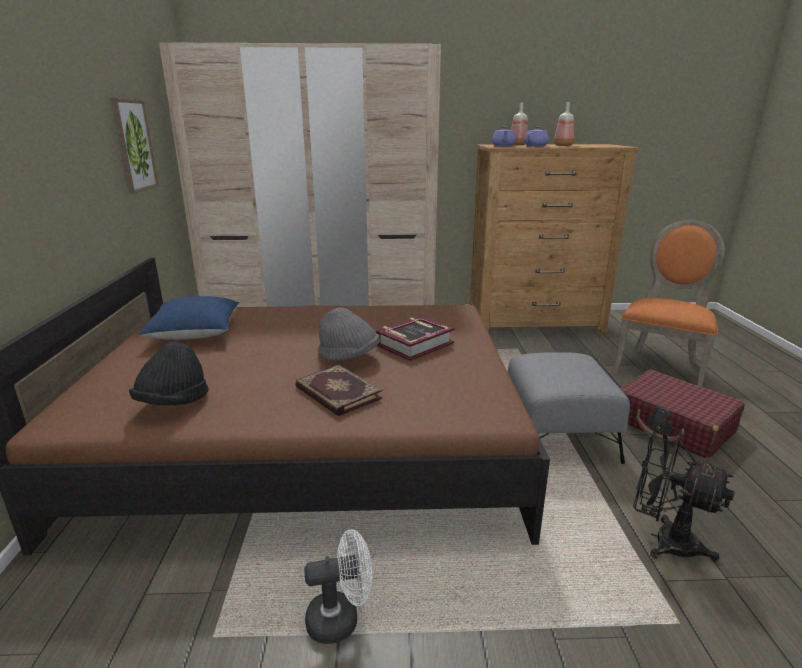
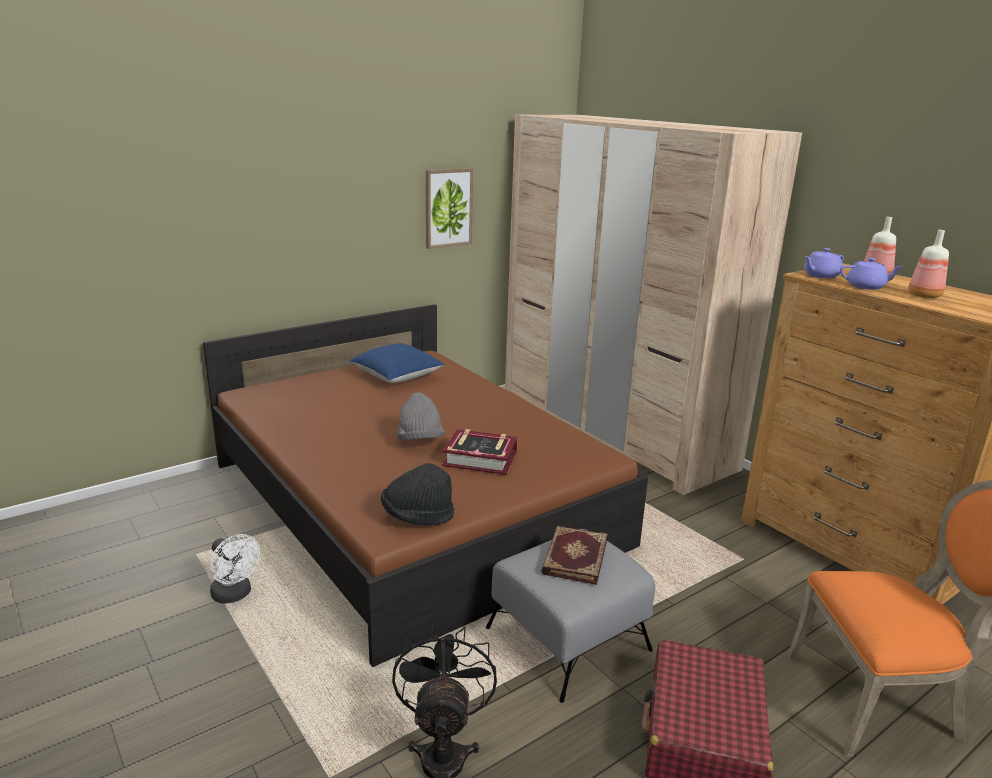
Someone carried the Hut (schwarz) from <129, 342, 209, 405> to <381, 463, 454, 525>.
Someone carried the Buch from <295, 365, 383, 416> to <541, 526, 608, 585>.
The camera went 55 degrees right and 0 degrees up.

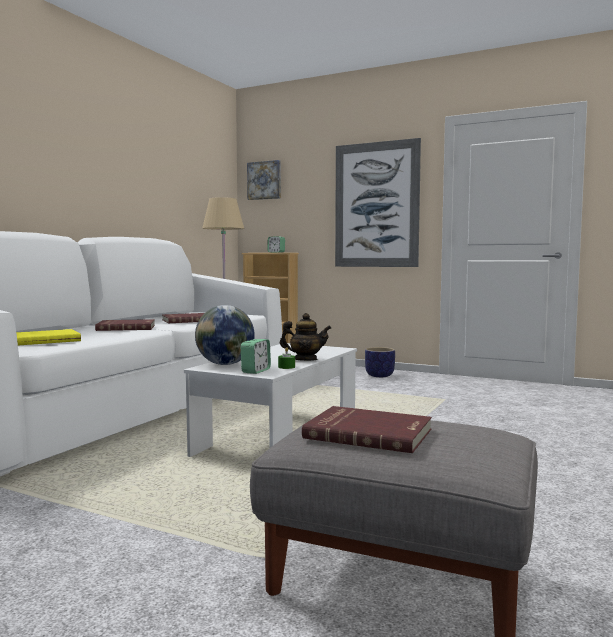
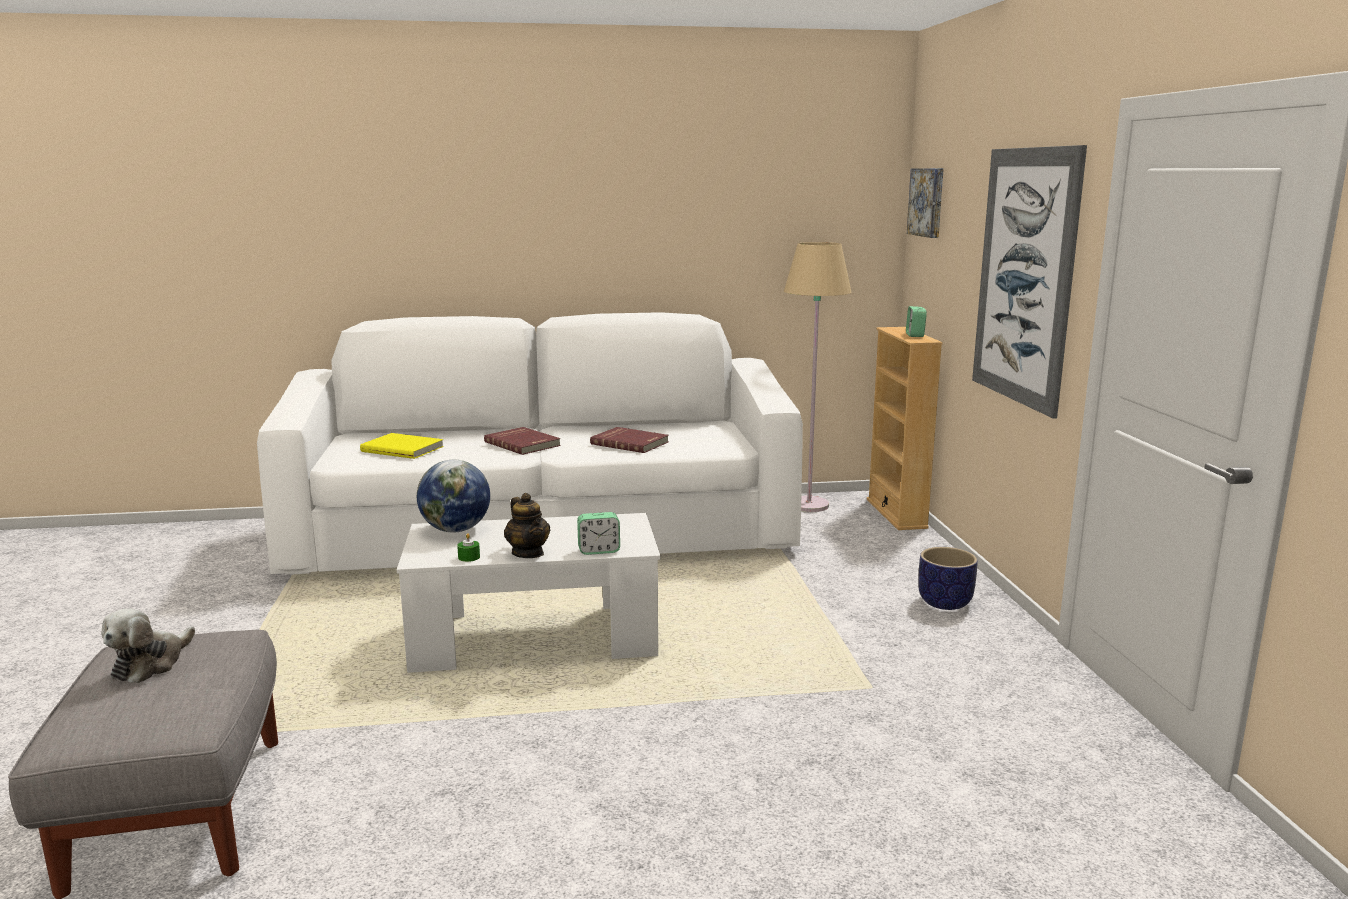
Someone carried the Wecker from <241, 339, 271, 374> to <577, 512, 620, 555>.
Someone swapped the Buch (rot) at <302, 406, 432, 453> for the Plüschtier at <101, 608, 195, 683>.
The camera went 55 degrees right and 10 degrees up.

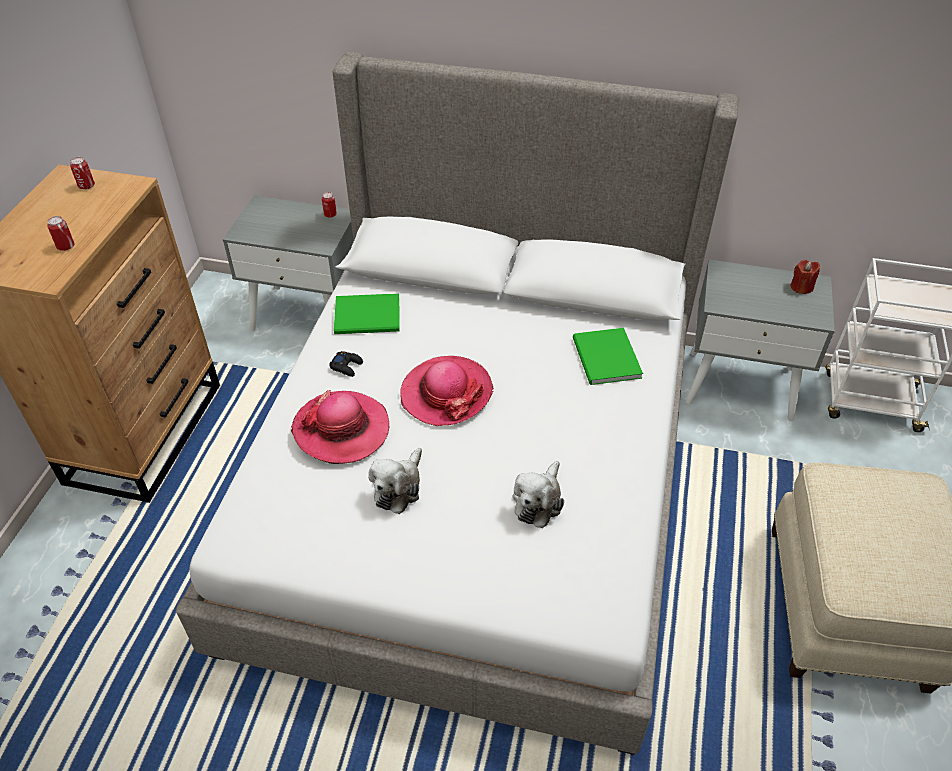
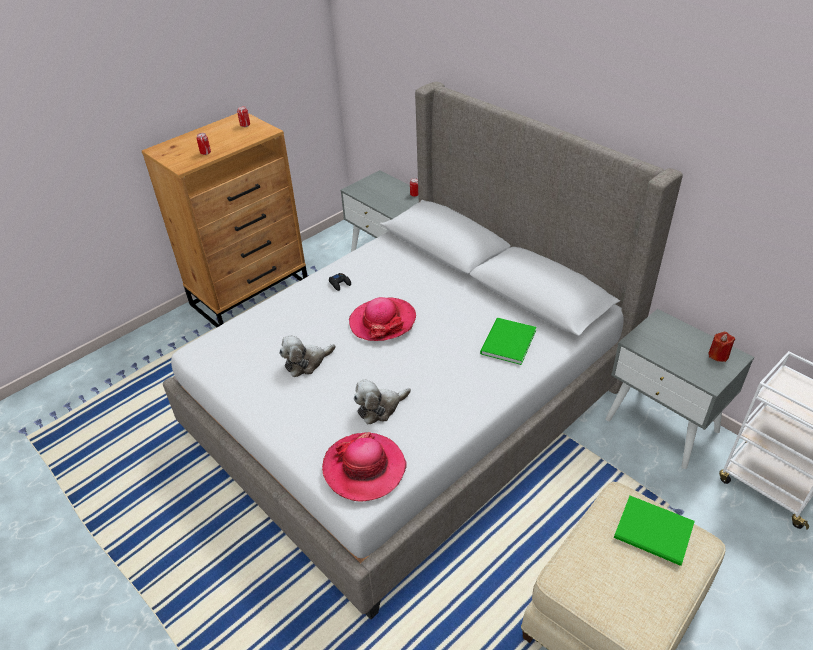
Someone carried the Buch (grün) from <334, 293, 400, 334> to <614, 496, 695, 566>.
Someone carried the Hut from <291, 390, 389, 464> to <322, 432, 407, 501>.
The camera went 35 degrees right and 5 degrees down.

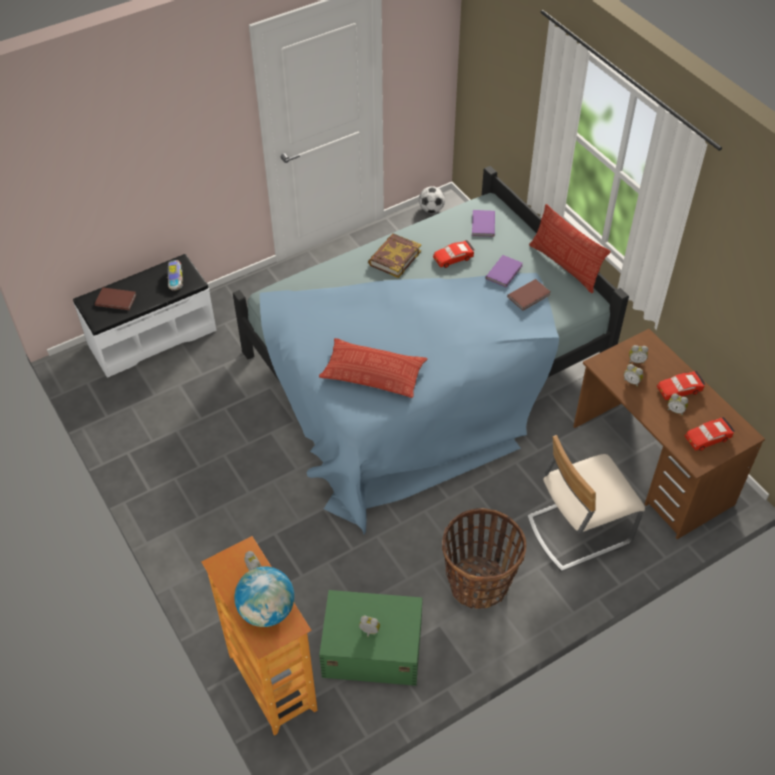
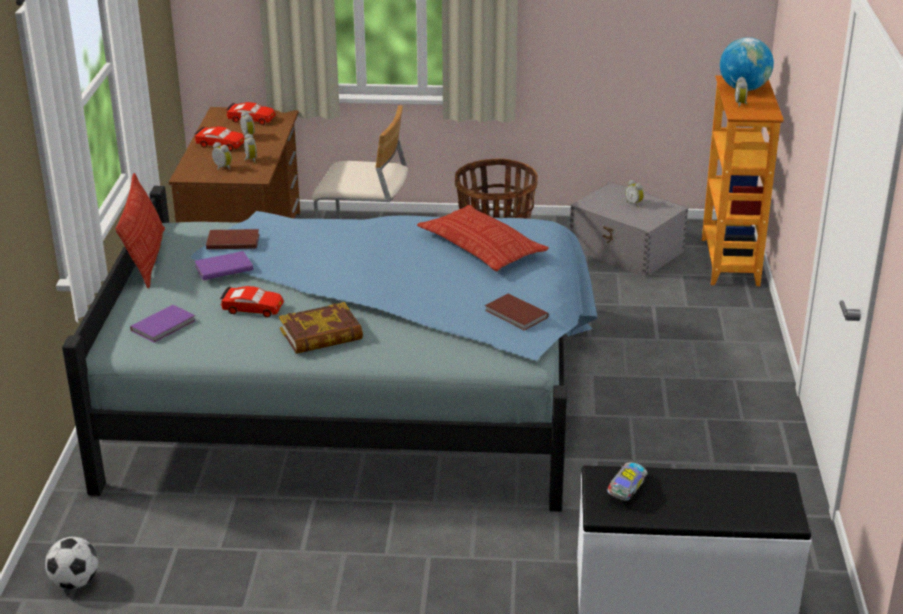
Someone carried the Buch (braun) from <95, 287, 137, 310> to <485, 294, 549, 331>.
Someone repainted the Aufbewahrungsbox (grün) at <319, 590, 423, 686>, which became the Aufbewahrungsbox (grau) at <570, 182, 688, 277>.
The camera went 145 degrees left and 20 degrees down.

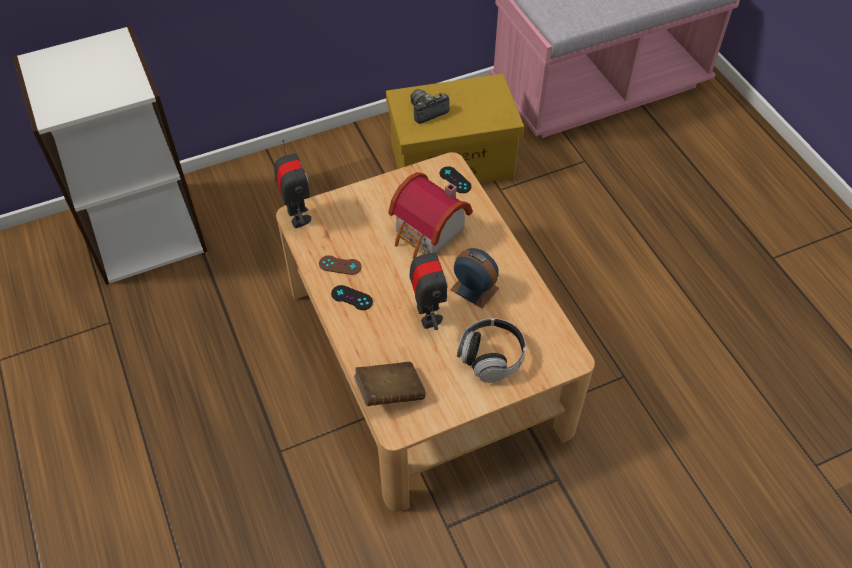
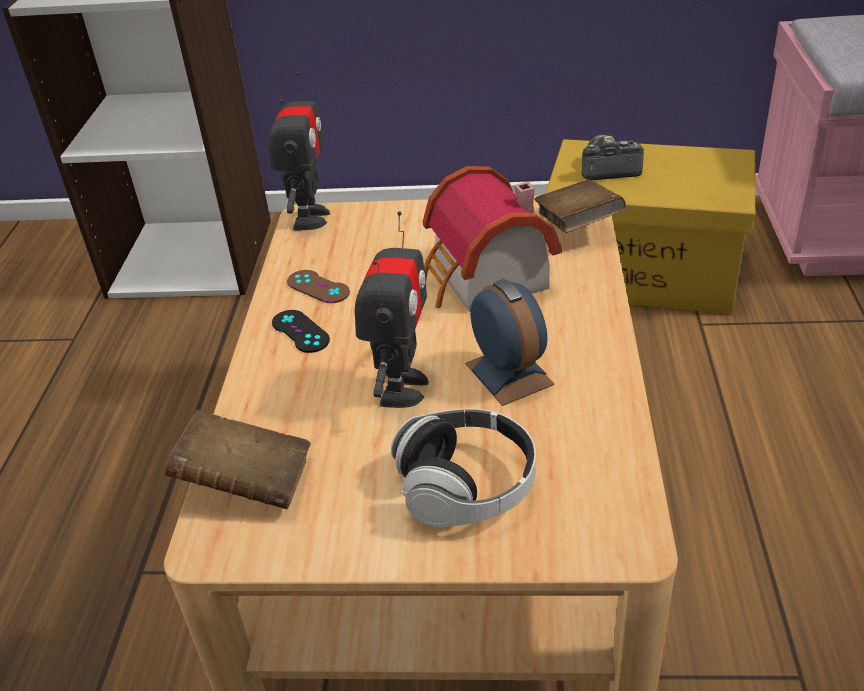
Someone swapped the Gamepad (schwarz) at <440, 166, 471, 193> for the Buch (braun) at <534, 180, 626, 233>.
The camera went 30 degrees right and 15 degrees down.

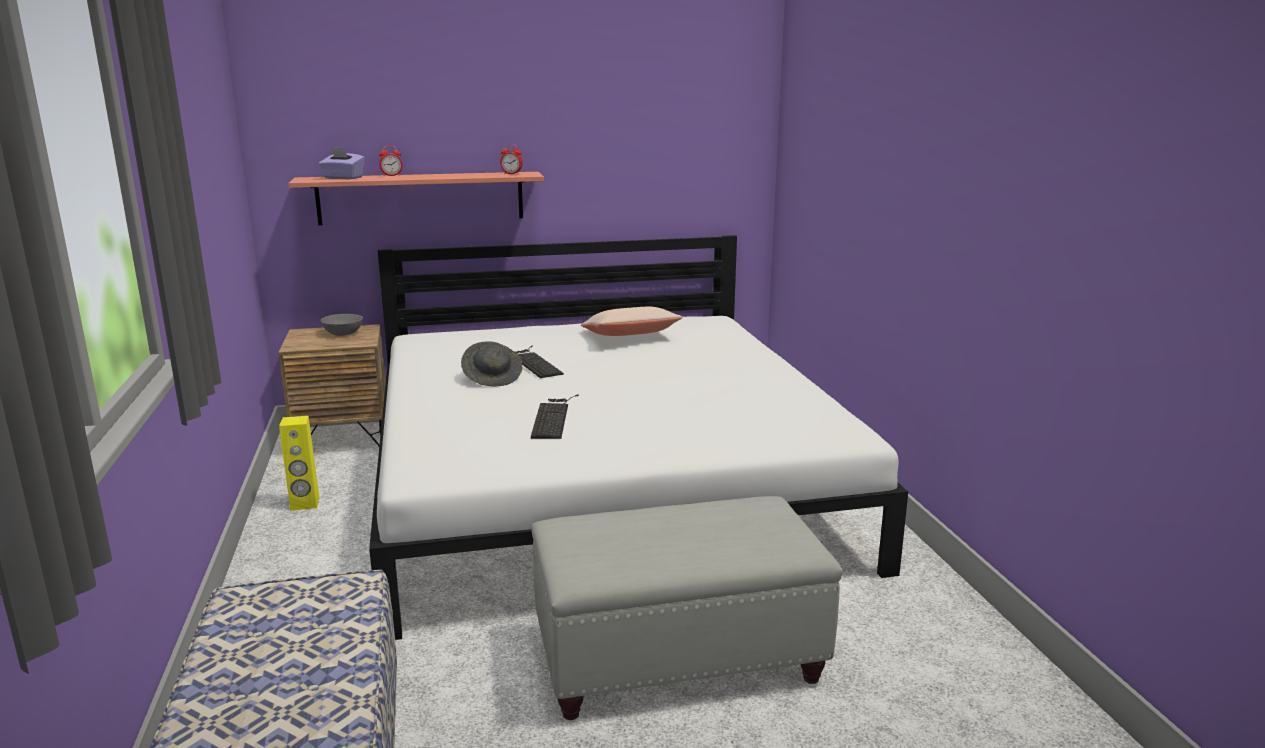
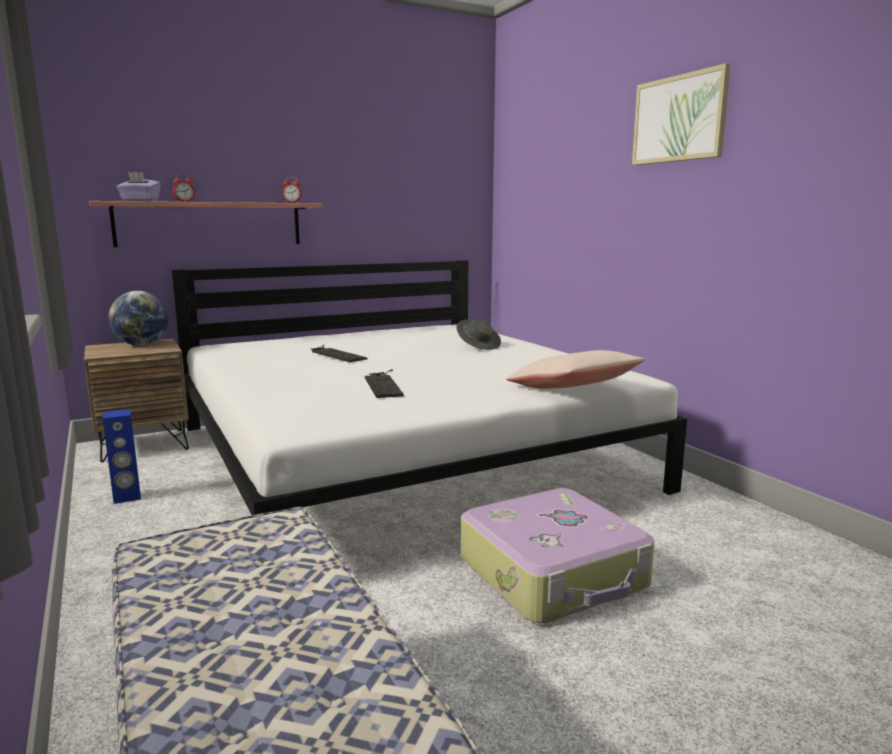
Someone carried the Kissen (beige) from <581, 307, 683, 336> to <506, 350, 645, 389>.
Someone swapped the Schüssel (grau) at <321, 314, 363, 336> for the Globus at <109, 291, 169, 346>.
Someone carried the Hut (grau) from <461, 342, 522, 387> to <456, 320, 501, 350>.
Someone repainted the Lautsprecher (gelb) at <279, 416, 319, 510>, which became the Lautsprecher (blau) at <103, 409, 141, 504>.
Someone swapped the Polsterhocker (grau) at <531, 496, 843, 720> for the Koffer at <461, 488, 655, 623>.
Someone put up the Bild at <632, 63, 731, 165>.
The camera went 15 degrees left and 5 degrees down.

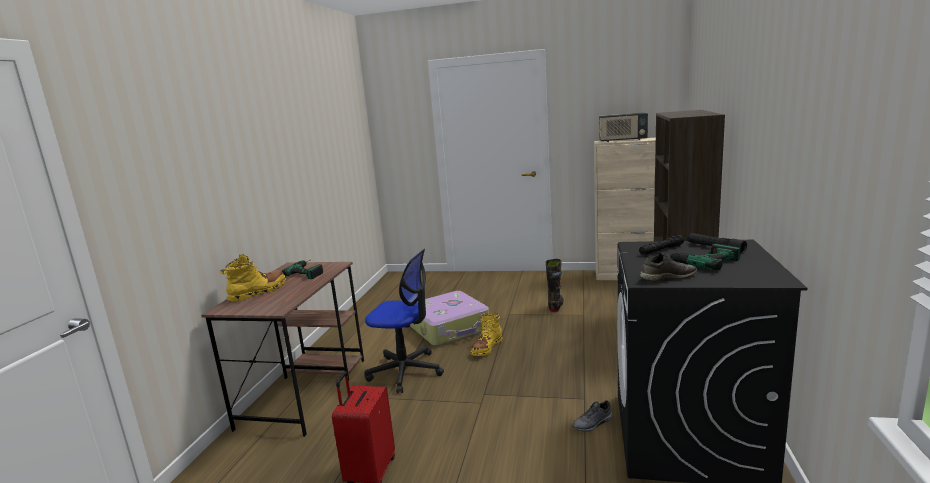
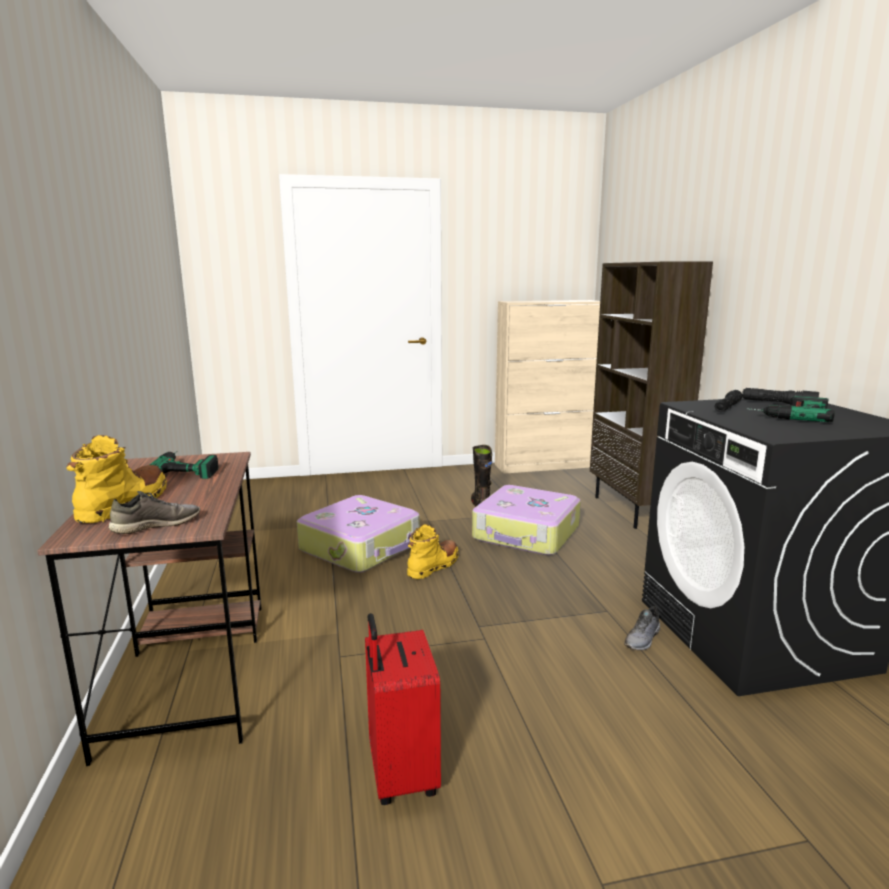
Someone took away the Radio at <599, 113, 648, 142>.
Someone took away the Bürostuhl at <365, 249, 444, 393>.
Someone carried the Schuh (grau) from <640, 252, 697, 281> to <109, 491, 200, 534>.
Someone rotated the Stiefel (gelb) at <471, 313, 503, 356> by 150 degrees counterclockwise.
Someone put down the Koffer at <472, 485, 581, 555>.
The camera went 25 degrees left and 0 degrees up.

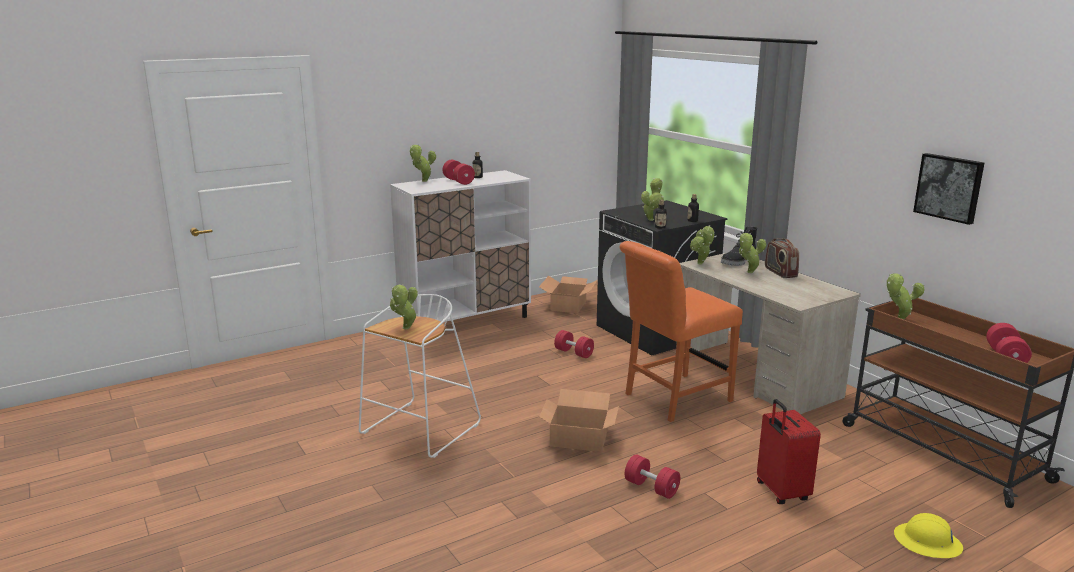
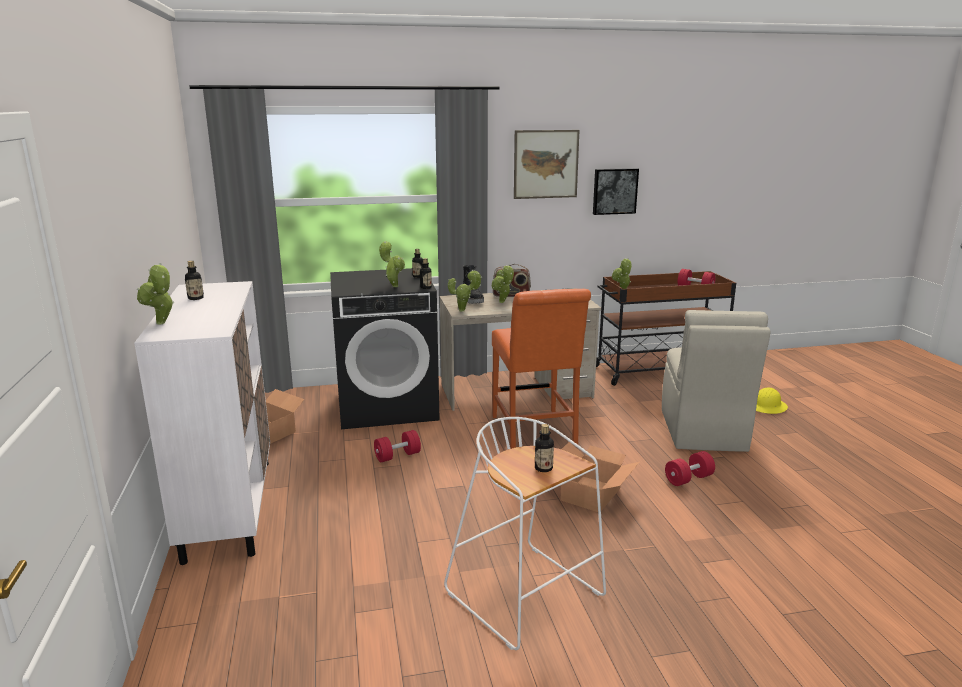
Someone took away the Hantel (rot) at <442, 160, 475, 185>.
Someone swapped the Topfpflanze at <390, 284, 418, 329> for the Flasche at <535, 424, 554, 472>.
Someone swapped the Koffer (rot) at <757, 399, 821, 504> for the Stuhl (beige) at <662, 310, 771, 452>.
Someone put up the Bild at <514, 130, 579, 199>.
The camera went 70 degrees left and 0 degrees up.

